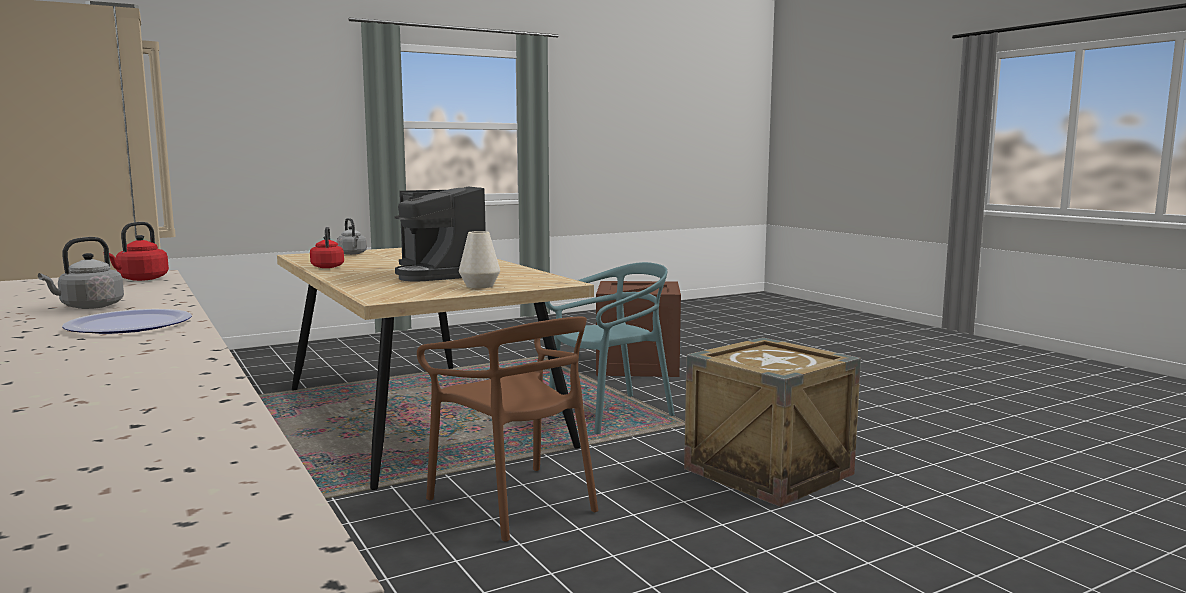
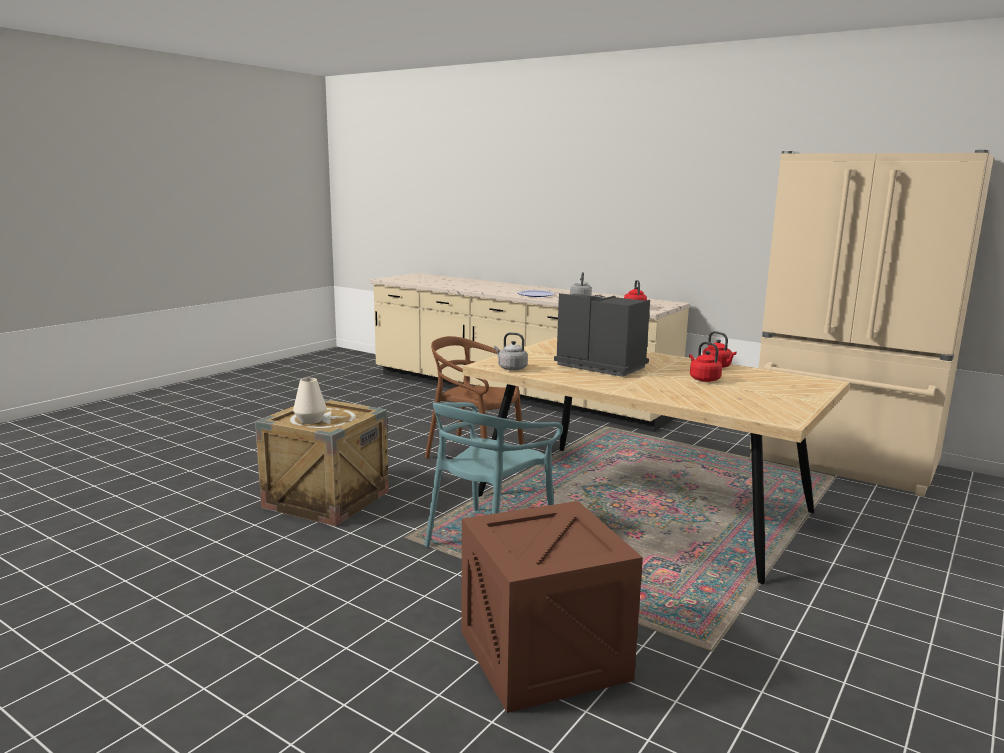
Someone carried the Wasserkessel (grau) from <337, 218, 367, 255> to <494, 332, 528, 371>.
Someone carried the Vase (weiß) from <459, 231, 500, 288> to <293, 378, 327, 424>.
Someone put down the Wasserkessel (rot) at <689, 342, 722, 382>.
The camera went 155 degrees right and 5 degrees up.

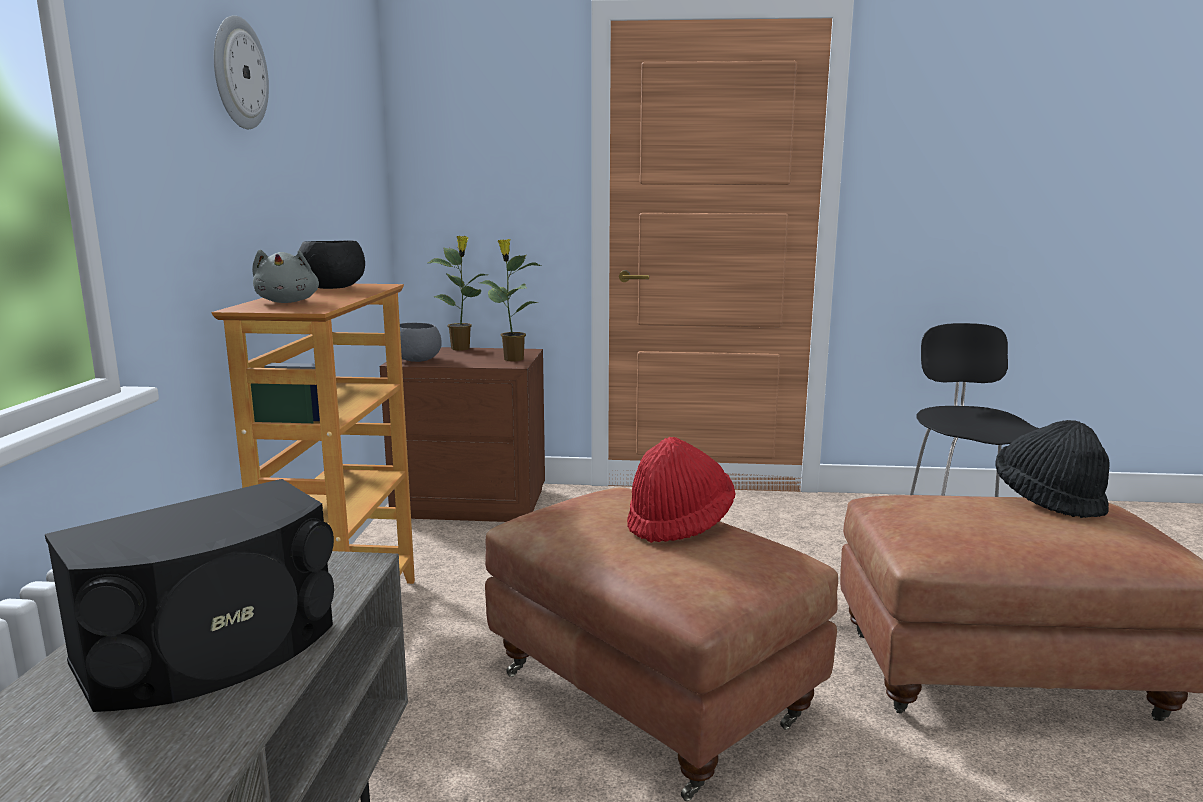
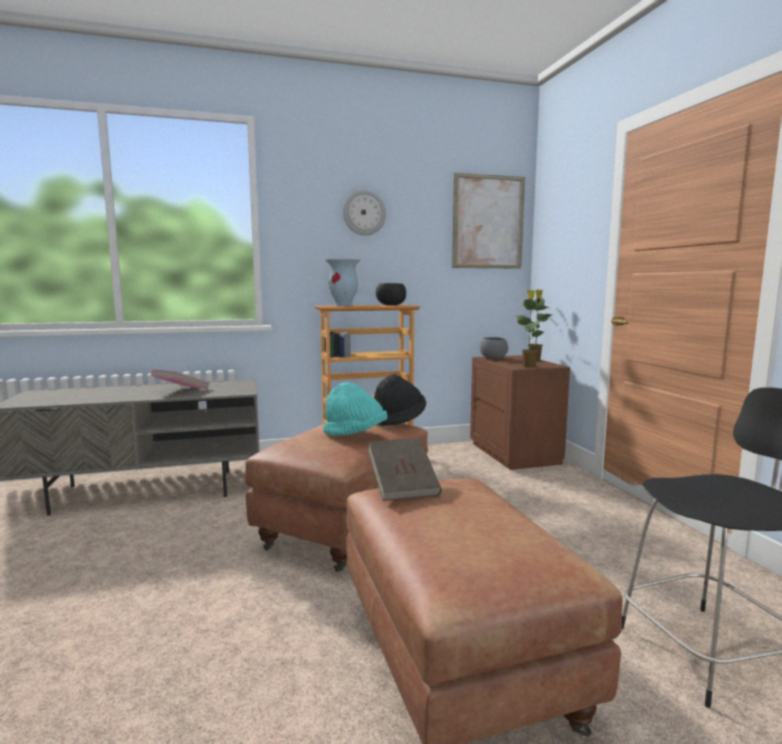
Someone swapped the Plüschtier (grau) at <252, 250, 319, 303> for the Vase at <326, 259, 360, 306>.
Someone carried the Hut (schwarz) from <995, 420, 1110, 518> to <374, 374, 426, 426>.
Someone repainted the Hut (rot) at <627, 437, 736, 543>, which became the Hut (türkis) at <323, 382, 387, 436>.
Someone swapped the Lautsprecher (schwarz) at <45, 479, 334, 712> for the Buch (rosa) at <151, 369, 209, 389>.
Someone put up the Bild at <452, 173, 525, 269>.
Someone put down the Buch (braun) at <368, 438, 442, 501>.
The camera went 70 degrees right and 5 degrees down.

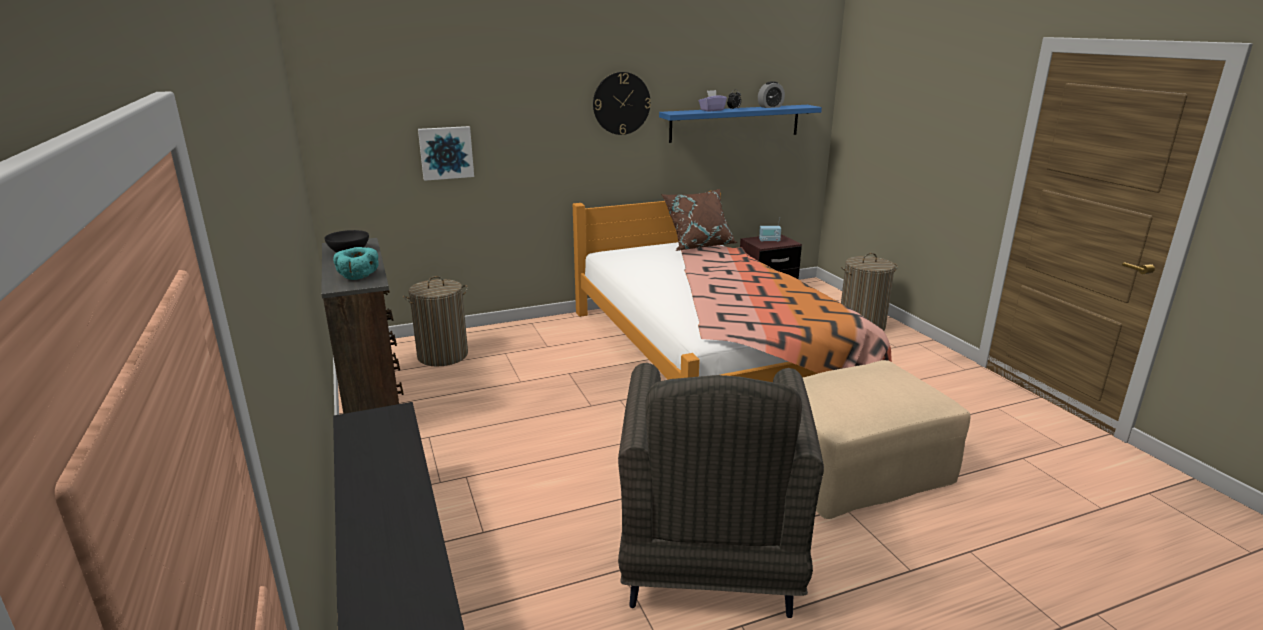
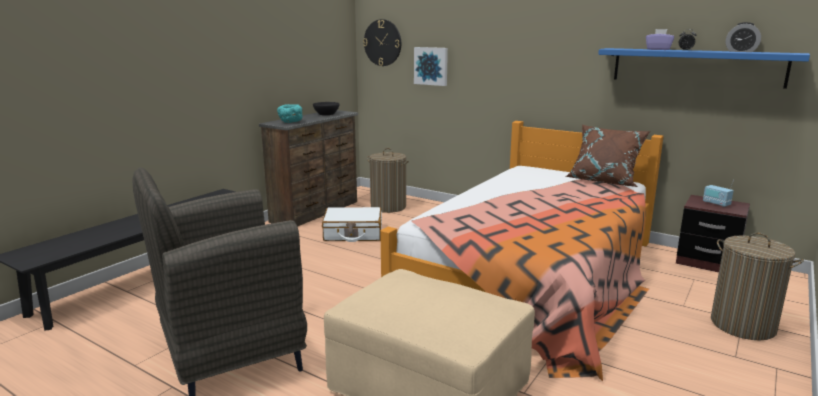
Someone carried the Wanduhr from <593, 72, 651, 135> to <363, 19, 401, 66>.
Someone put down the Koffer (weiß) at <322, 207, 382, 242>.
The camera went 55 degrees right and 5 degrees down.

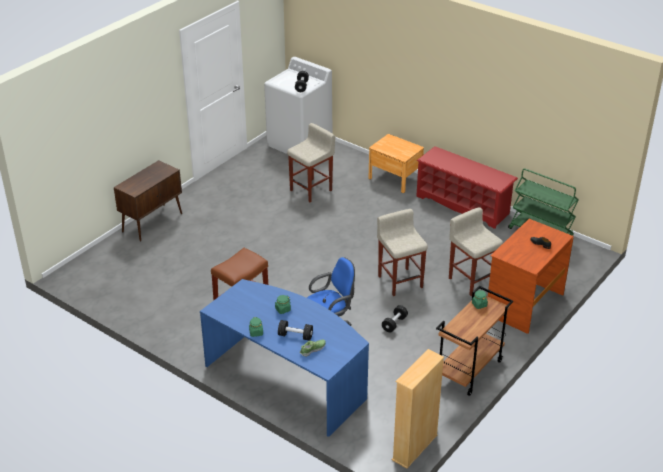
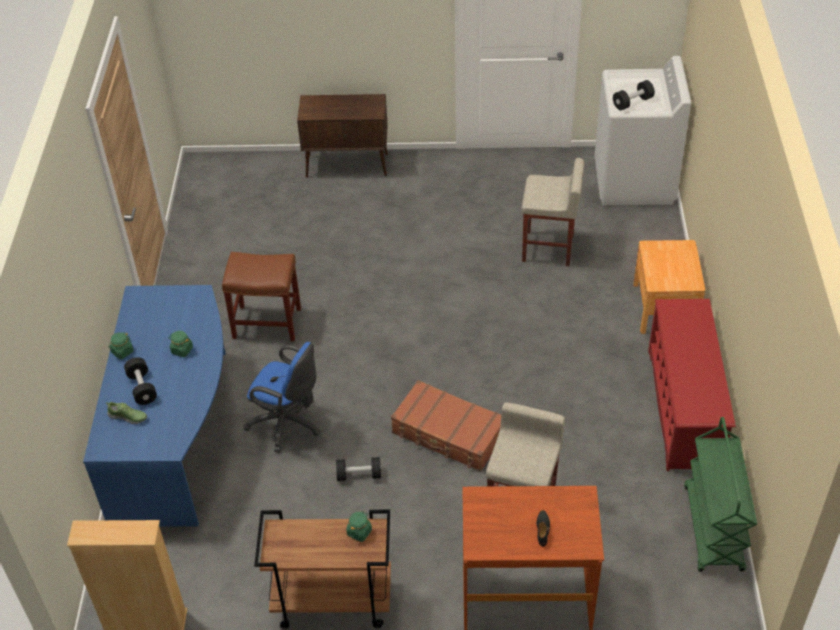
Someone swapped the Hocker (beige) at <377, 209, 428, 296> for the Koffer (braun) at <391, 380, 501, 472>.
The camera went 55 degrees right and 10 degrees up.

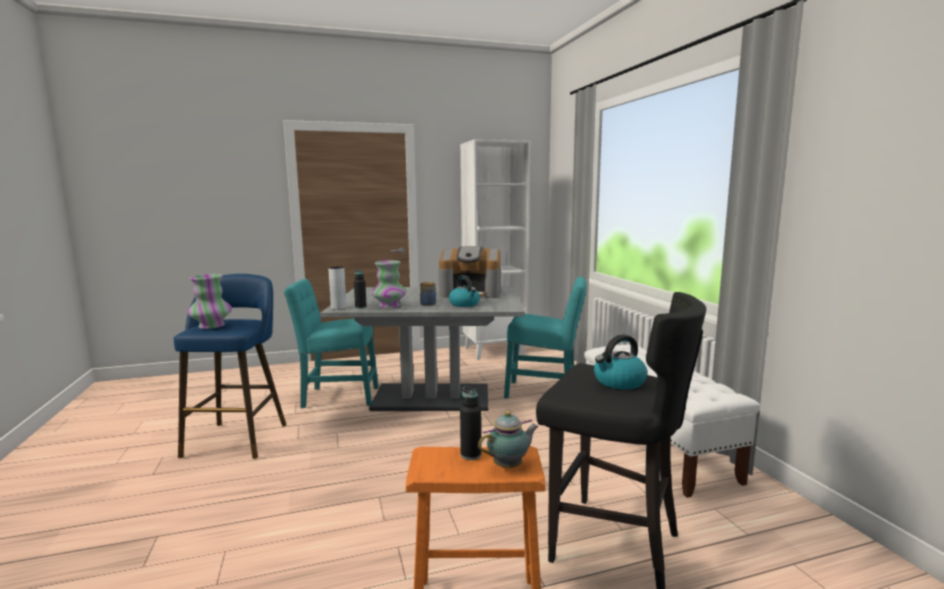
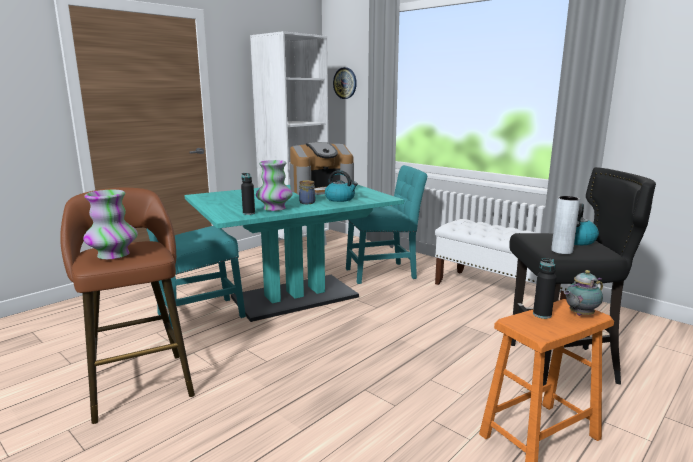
Someone carried the Vase (grau) from <328, 266, 347, 310> to <551, 196, 580, 254>.
Someone repainted the Hocker (blau) at <174, 274, 286, 459>, which became the Hocker (braun) at <60, 188, 195, 424>.
Someone repainted the Esstisch (grau) at <320, 287, 525, 411>, which became the Esstisch (türkis) at <184, 185, 404, 322>.
Someone rotated the Teekanne at <478, 411, 539, 468> by 150 degrees counterclockwise.
Someone put up the Wanduhr at <333, 67, 357, 99>.
The camera went 30 degrees left and 5 degrees up.

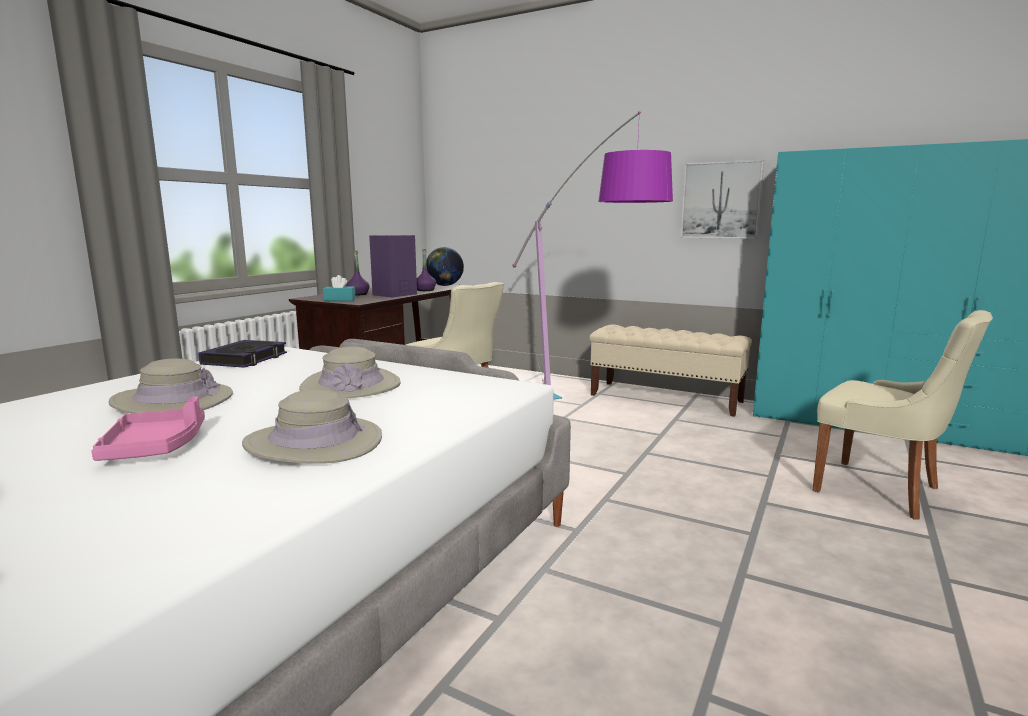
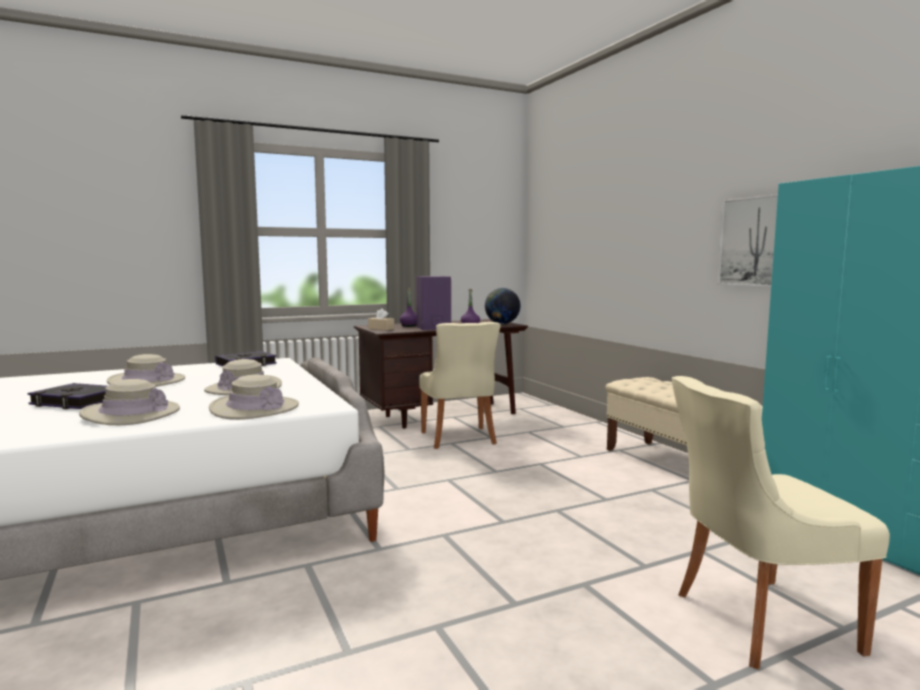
Someone took away the Stehlampe at <512, 111, 673, 400>.
Someone repainted the Taschentuchbox (türkis) at <323, 275, 356, 301>, which became the Taschentuchbox (beige) at <368, 308, 394, 330>.
Someone rotated the Stuhl (beige) at <813, 310, 993, 519> by 90 degrees clockwise.
Someone swapped the Tablett (rosa) at <91, 396, 205, 461> for the Buch at <28, 383, 107, 409>.
Someone put down the Hut (beige) at <209, 374, 299, 420>.
The camera went 35 degrees right and 5 degrees down.

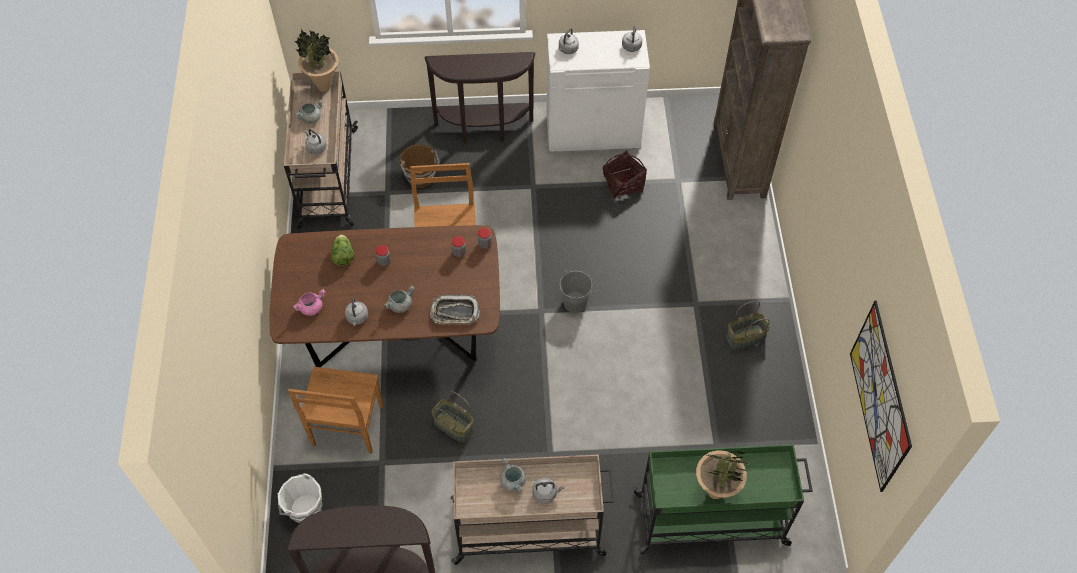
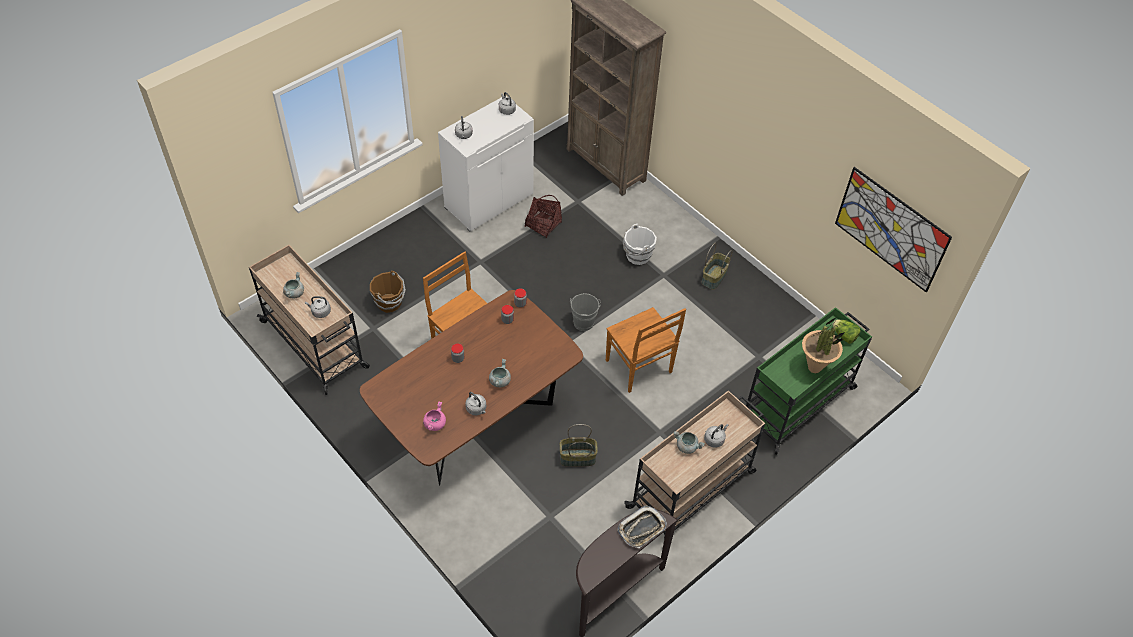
Someone took away the Topfpflanze at <295, 29, 339, 92>.
Someone took away the Konsolentisch (braun) at <424, 52, 535, 143>.
Someone carried the Salatkopf from <331, 235, 354, 266> to <832, 319, 861, 344>.
Someone carried the Tablett from <430, 295, 480, 324> to <617, 505, 667, 548>.
Someone carried the Stuhl (braun) from <288, 367, 383, 454> to <606, 307, 686, 393>.
Someone carried the Eimer (weiß) from <278, 473, 322, 523> to <623, 224, 657, 265>.
The camera went 40 degrees left and 5 degrees down.

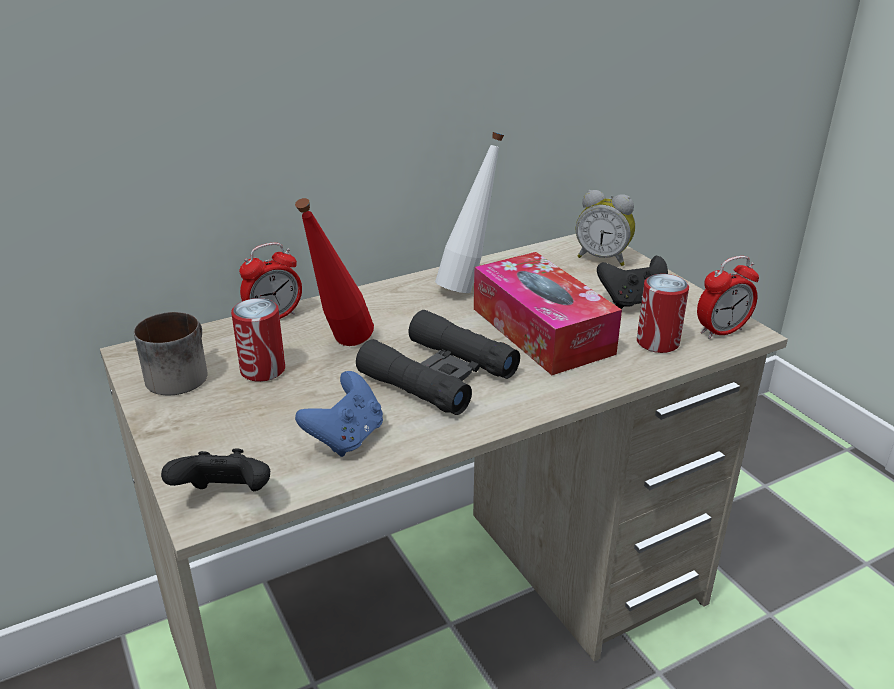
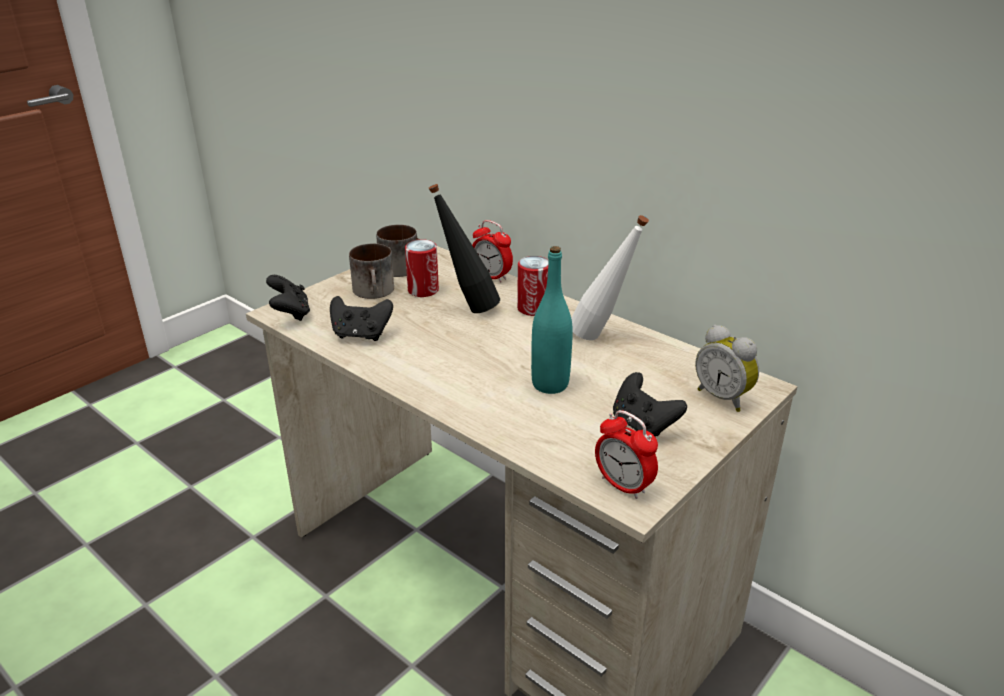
Someone rotated the Wecker at <576, 190, 635, 266> by 45 degrees counterclockwise.
Someone repainted the Flasche (rot) at <295, 198, 374, 346>, which became the Flasche (schwarz) at <428, 184, 500, 313>.
Someone swapped the Taschentuchbox at <474, 252, 622, 375> for the Flasche (türkis) at <531, 246, 573, 394>.
Someone carried the Dose from <637, 274, 689, 353> to <517, 256, 549, 316>.
Someone took away the Fernglas (schwarz) at <356, 310, 520, 415>.
Someone repainted the Gamepad (blau) at <295, 371, 383, 457>, which became the Gamepad (schwarz) at <330, 296, 393, 341>.
Someone put down the Henkelbecher at <349, 243, 394, 299>.
The camera went 70 degrees right and 0 degrees up.

